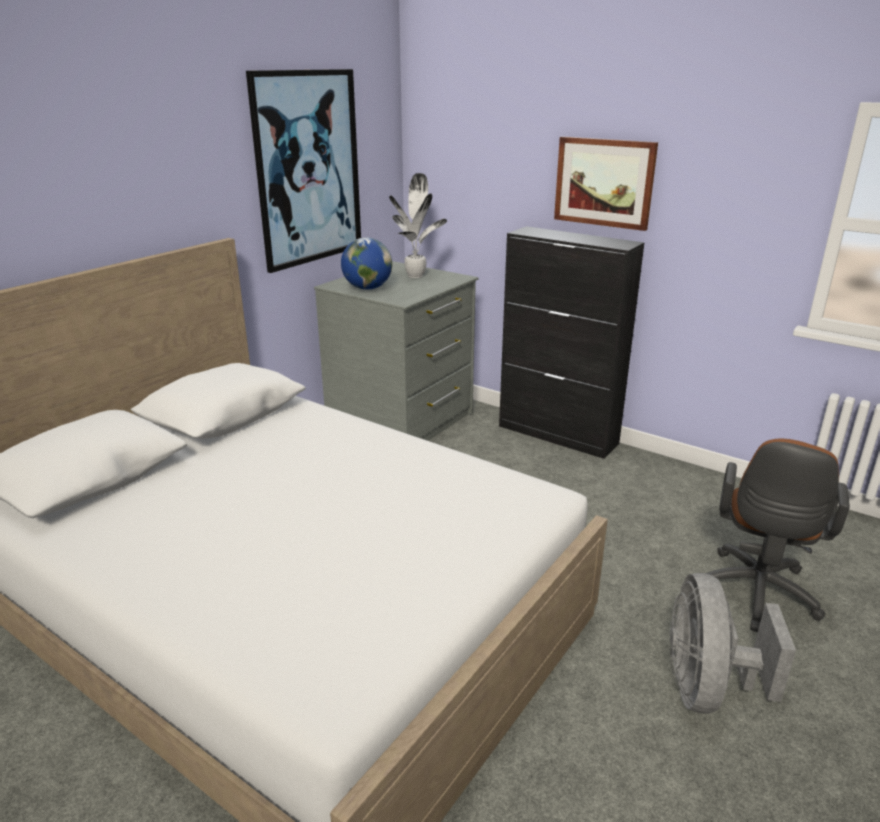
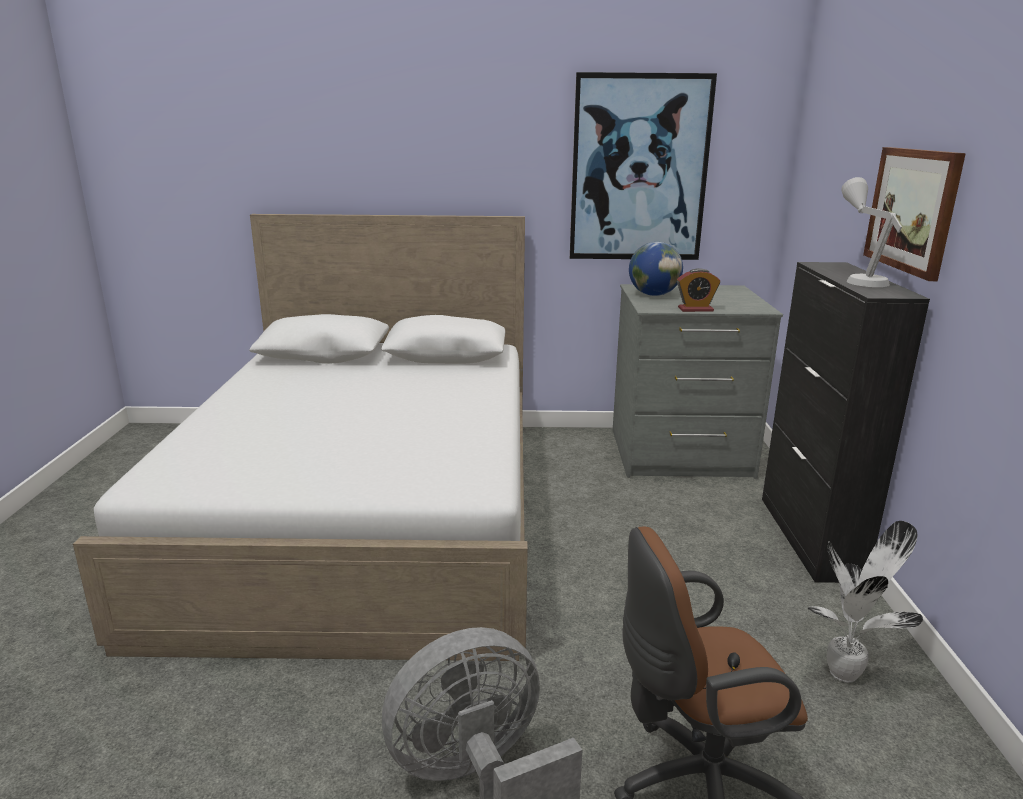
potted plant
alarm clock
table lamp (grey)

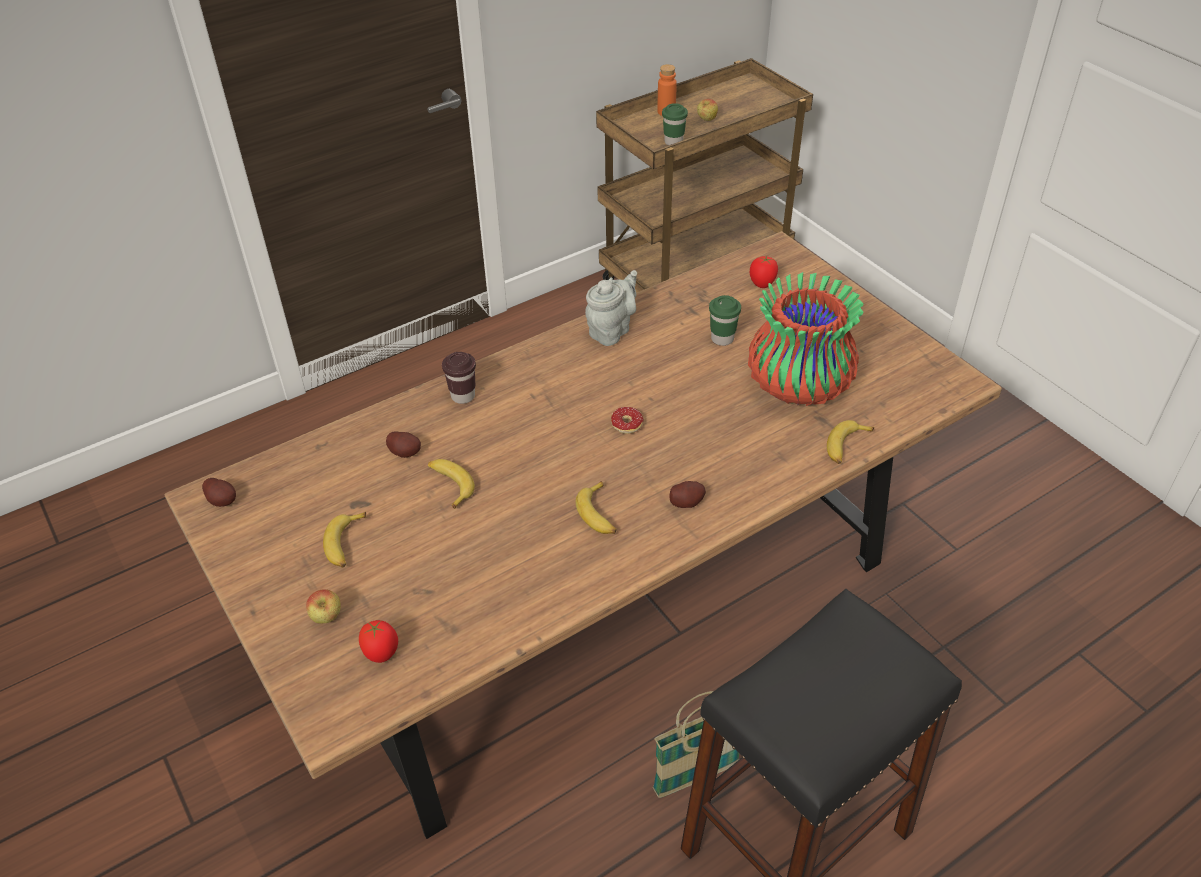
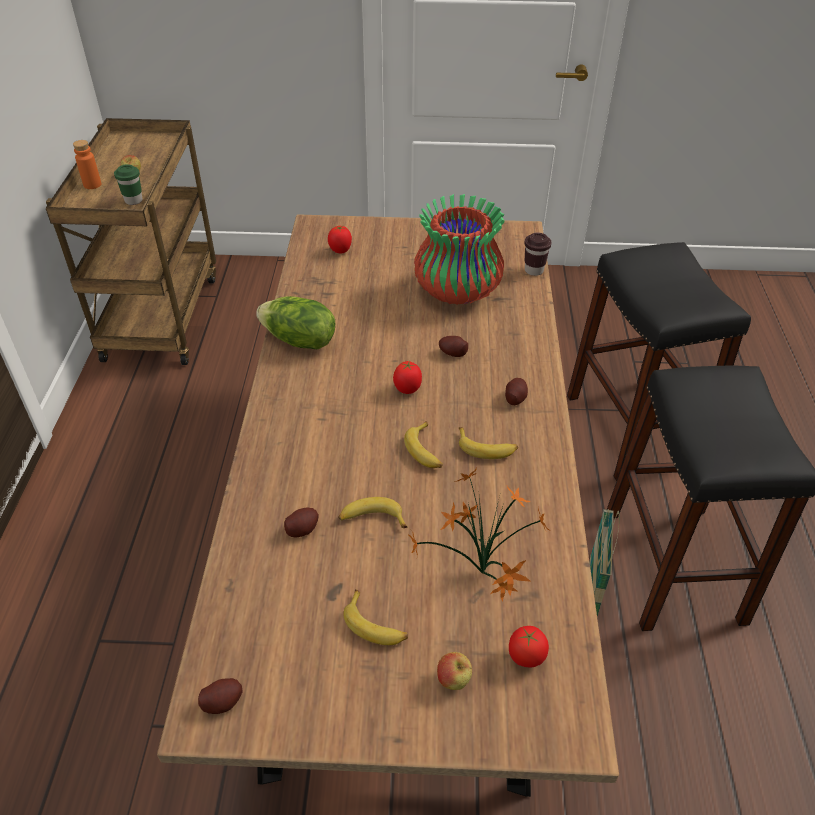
cup (brown)
lettuce
tomato (2nd from left)
cup (green) (2nd from left in the first image)
banana (3rd from left)
potted plant
potato (3rd from left)
stool (black) (1st from left)

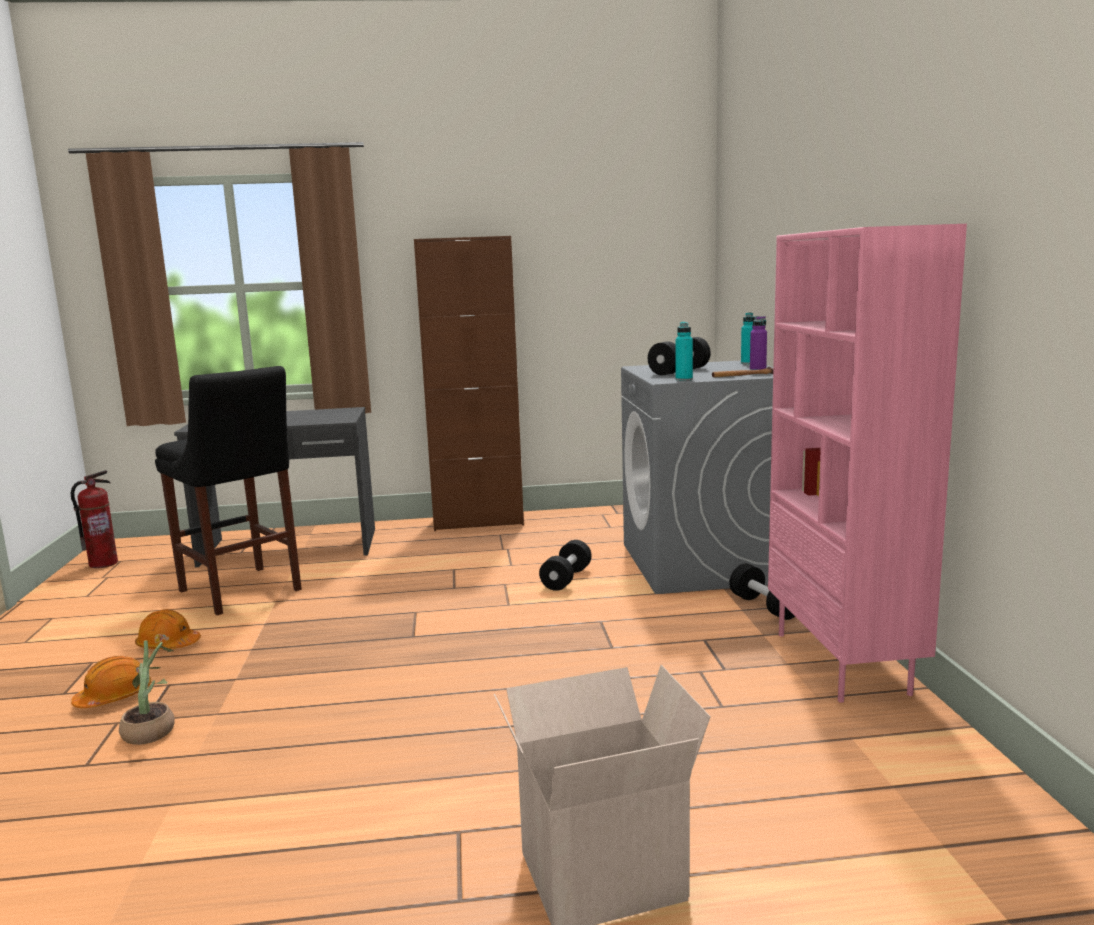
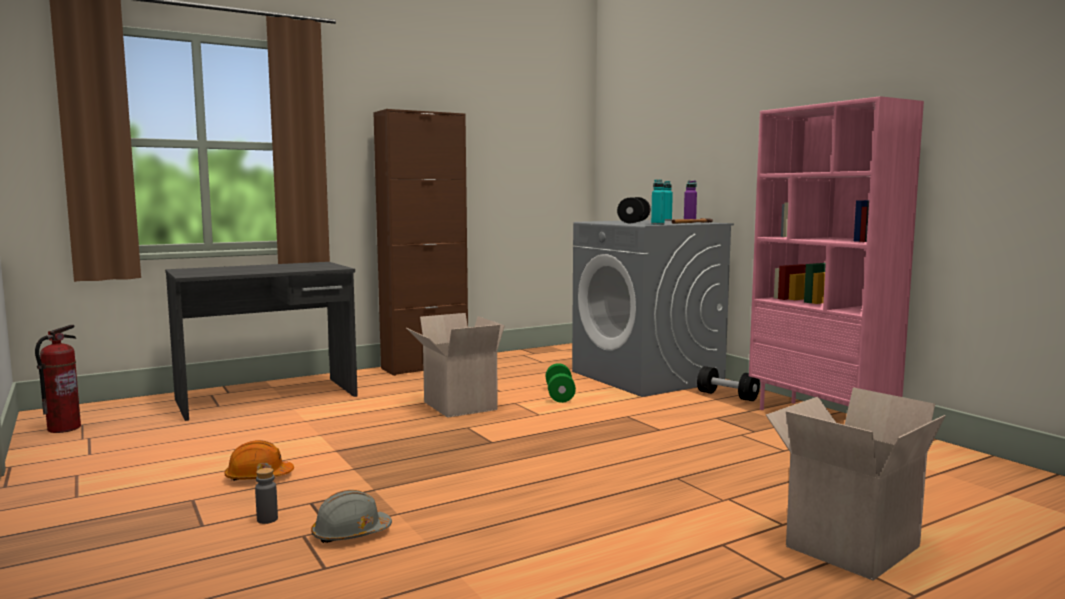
bottle (grey)
hard hat (grey)
stool (black)
dumbbell (green)
cardboard box (1st from left)

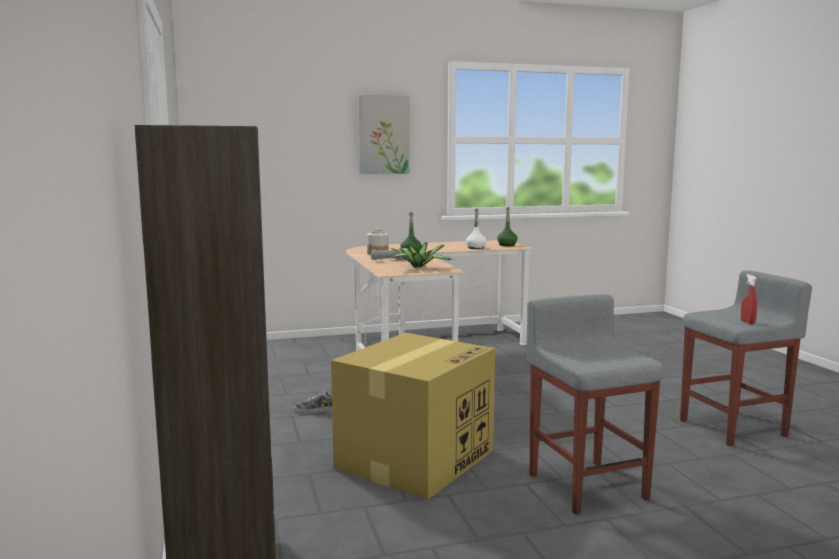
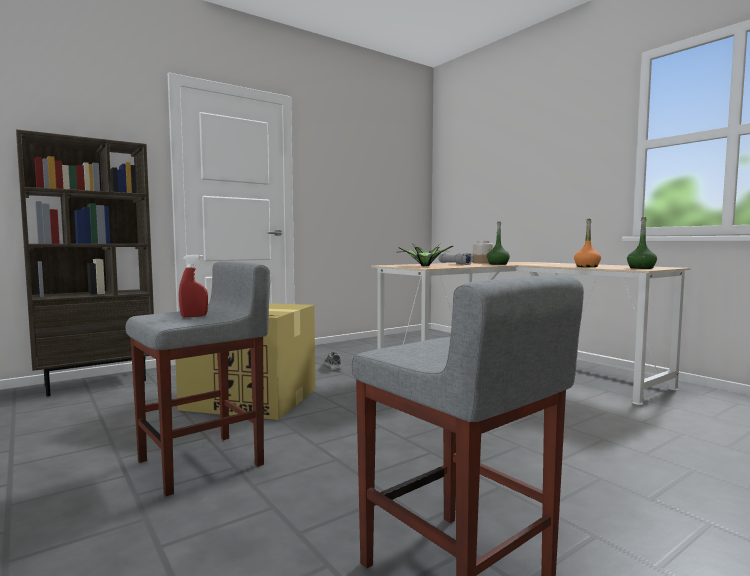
picture
bottle (orange)
spray bottle (red)

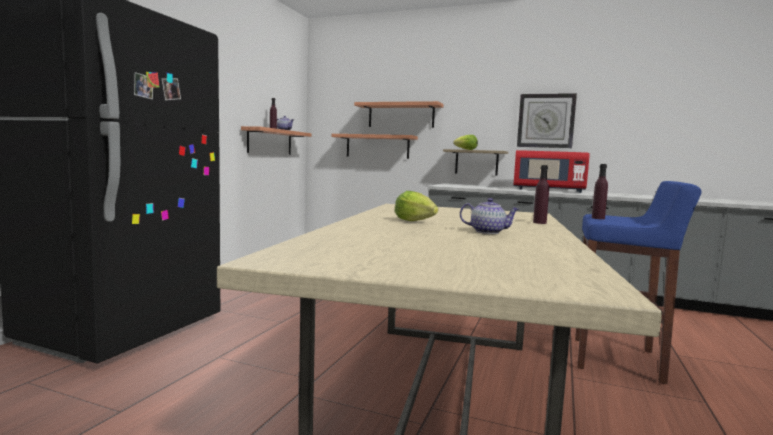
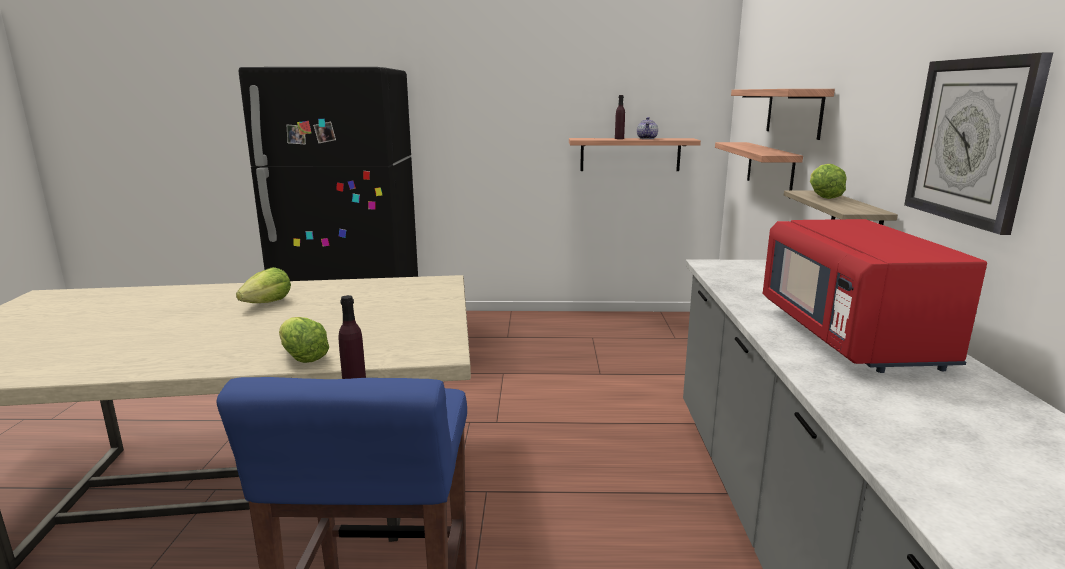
teapot (2nd from left in the first image)
lettuce (2nd from left)

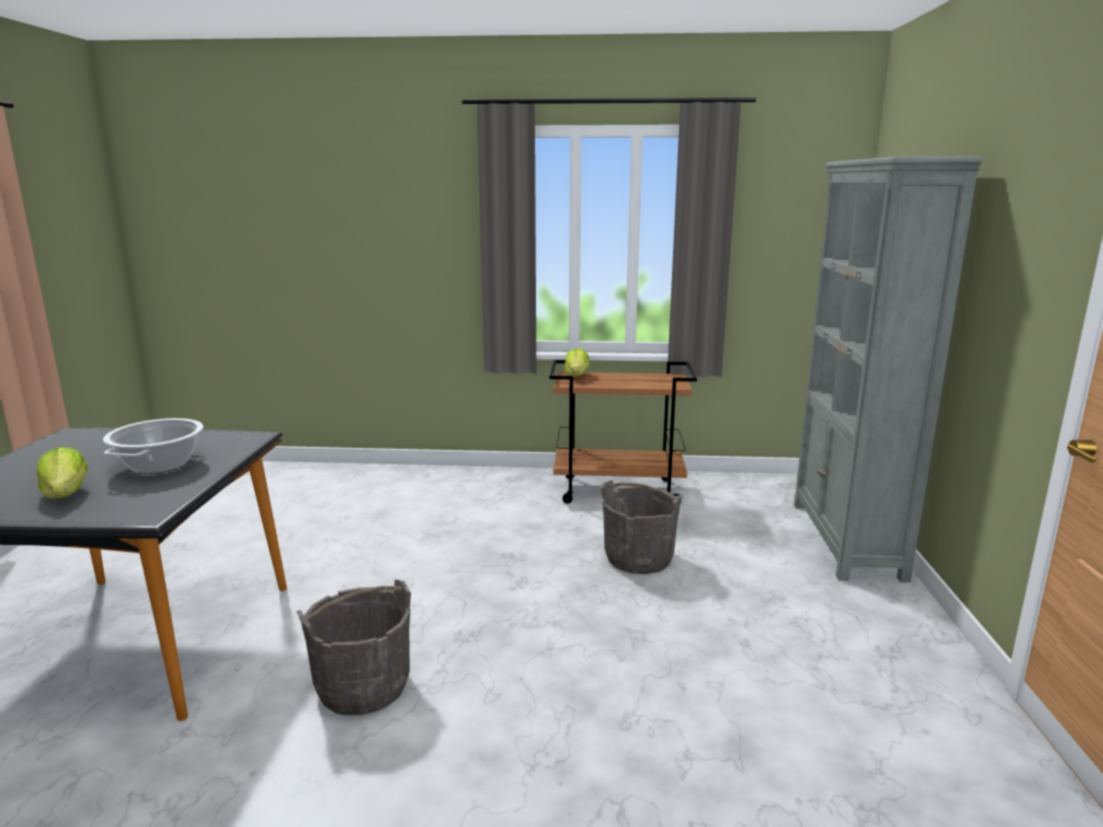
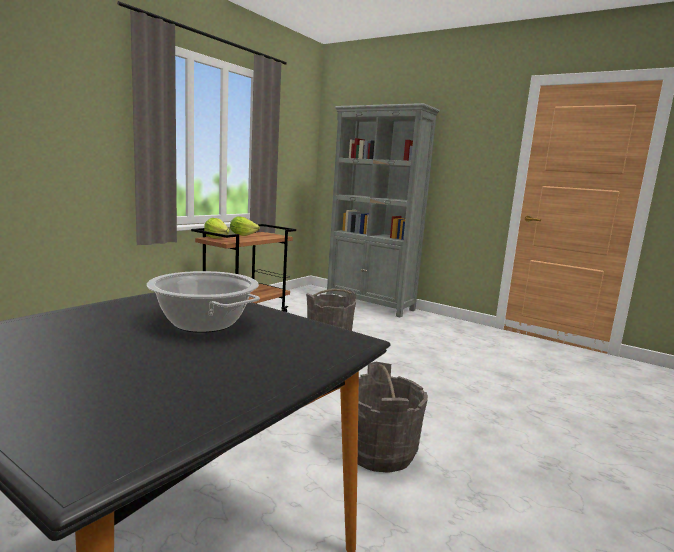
lettuce (2nd from left)

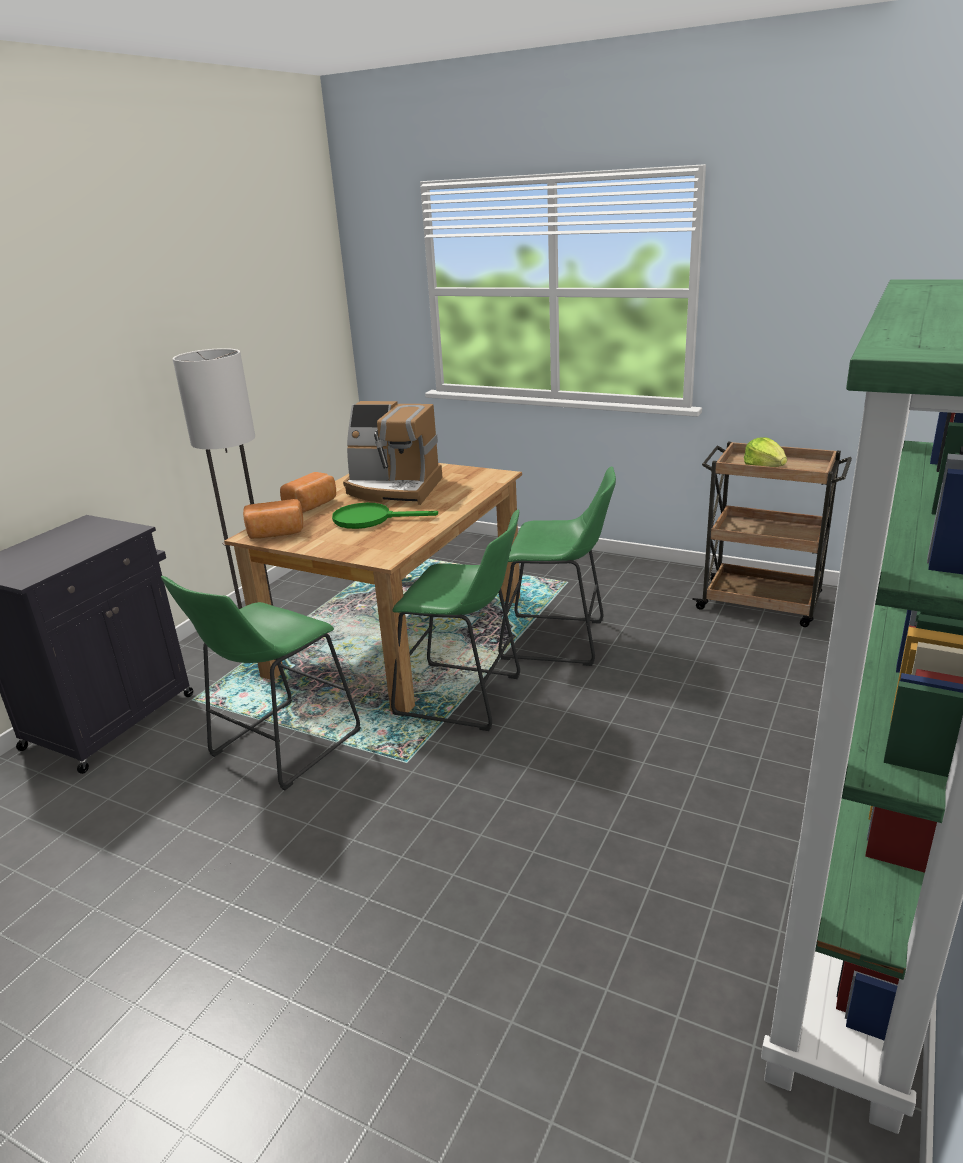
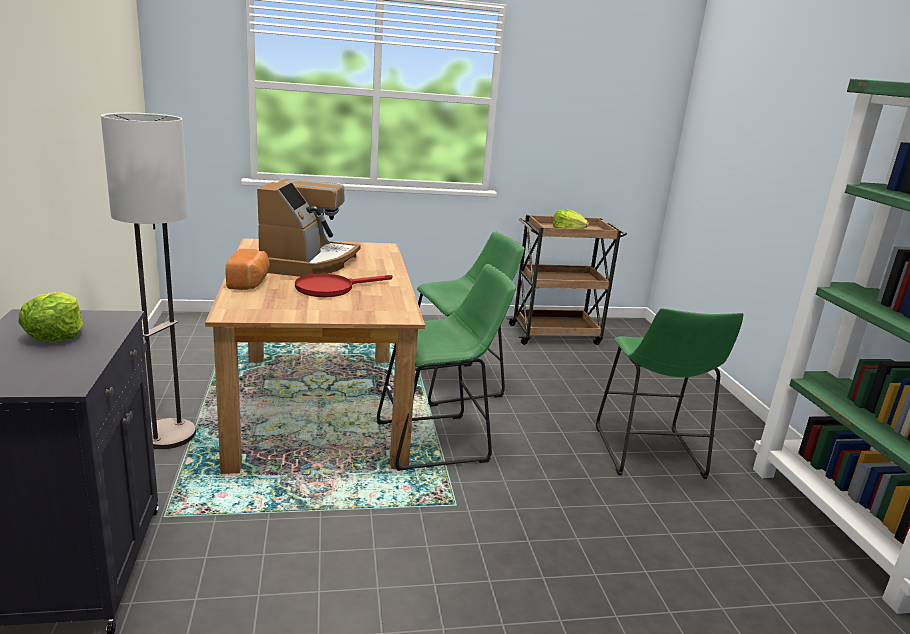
stool (green) (3rd from left)
bread (1st from left in the first image)
frying pan (red)
coffee machine
lettuce (1st from left)

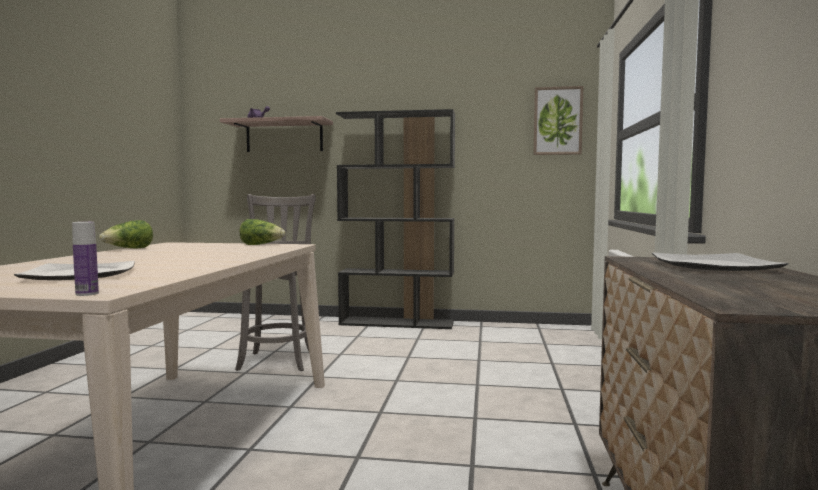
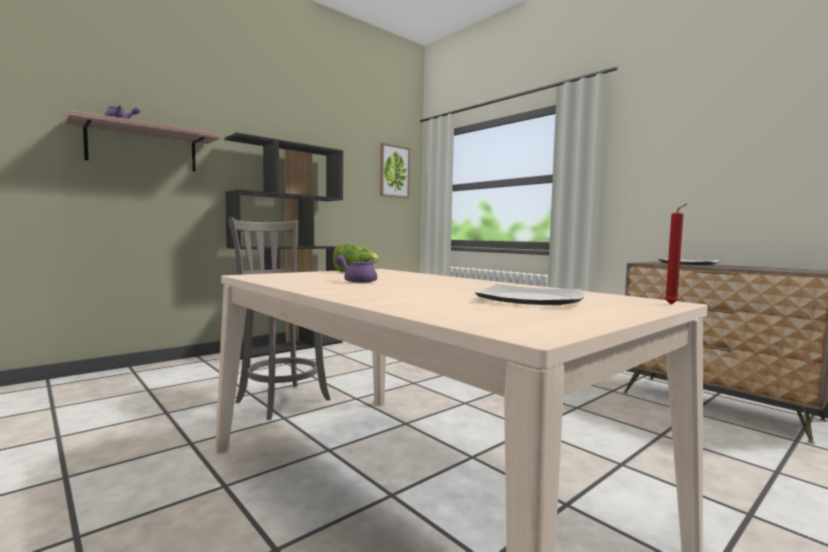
candle (red)
lettuce (1st from left in the first image)
teapot (purple) (2nd from left)

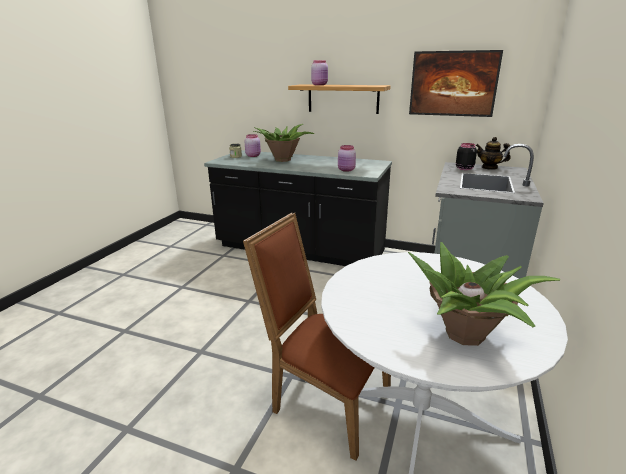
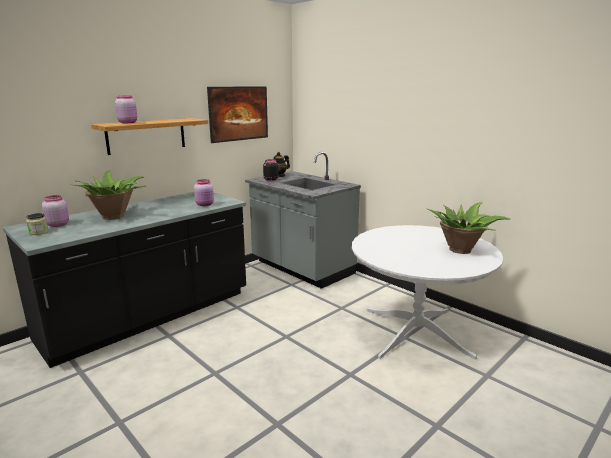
chair (brown)

